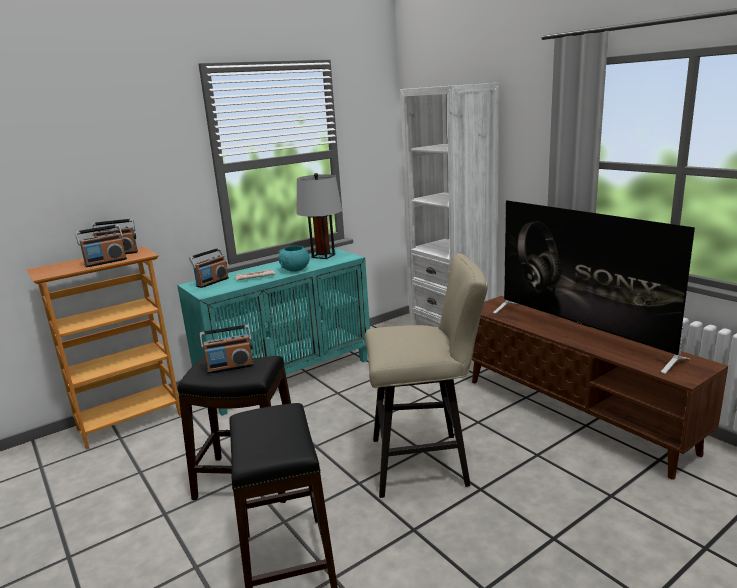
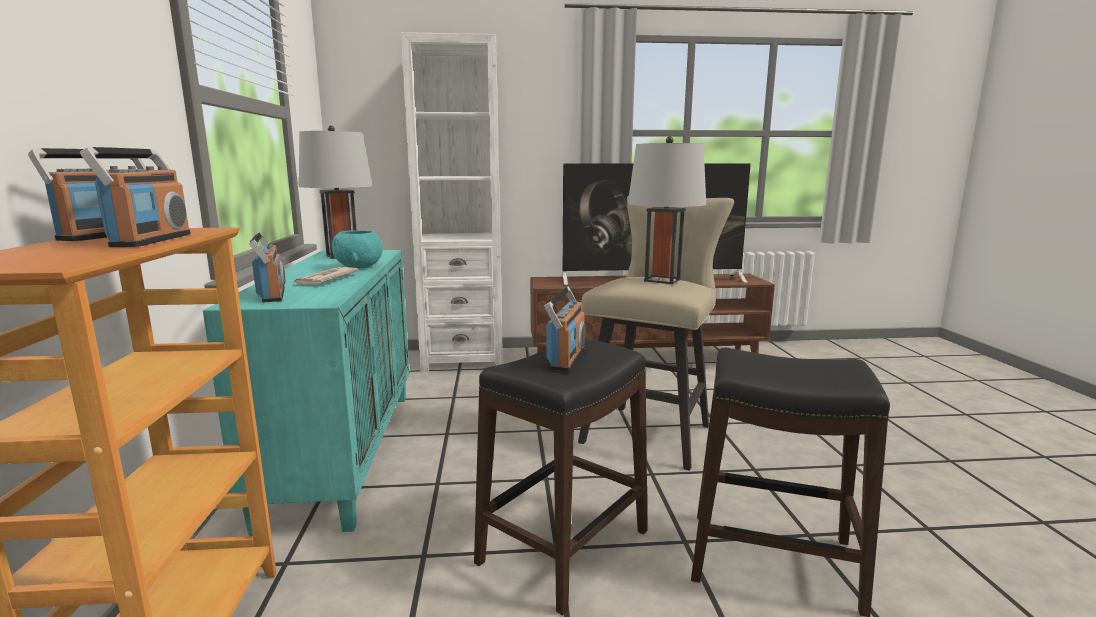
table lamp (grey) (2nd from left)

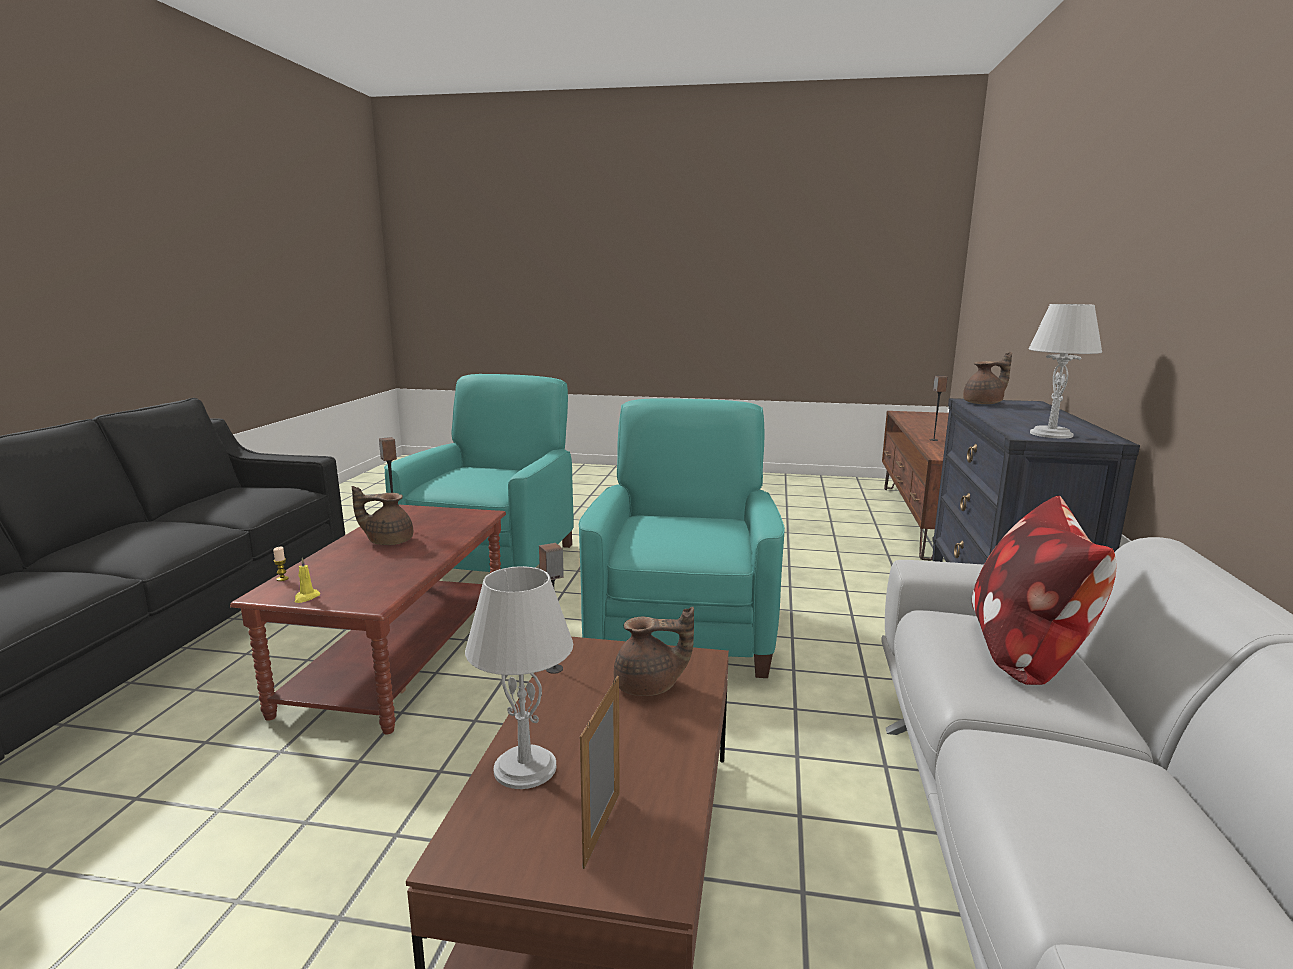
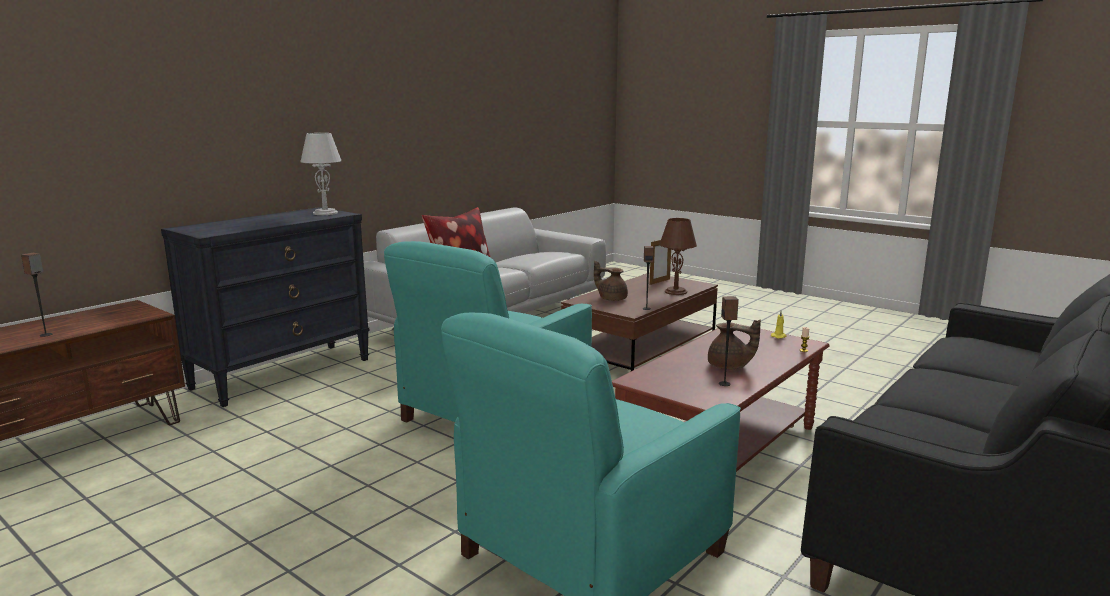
table lamp (brown)
teapot (brown) (3rd from left in the first image)

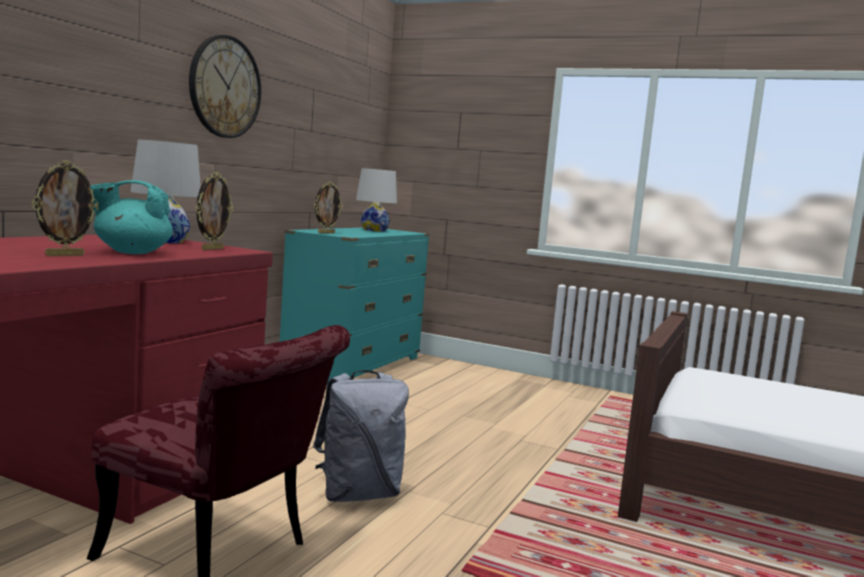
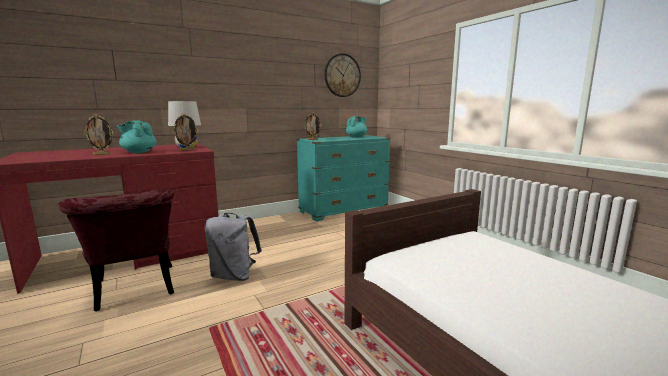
wall clock
teapot (turquoise) (2nd from left)

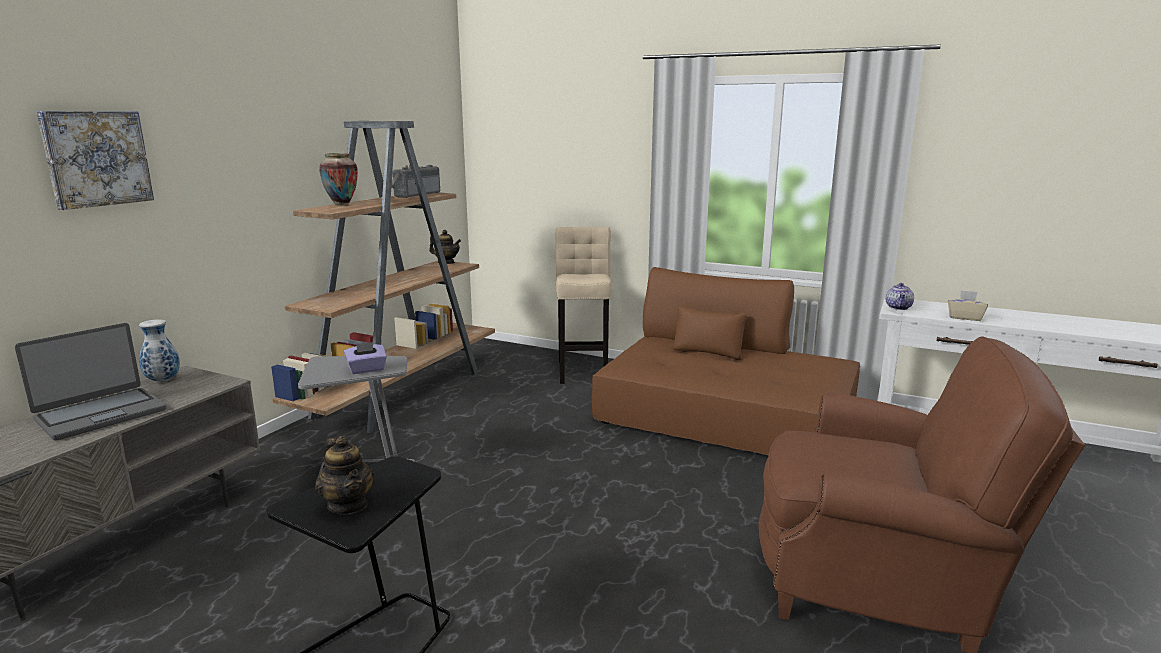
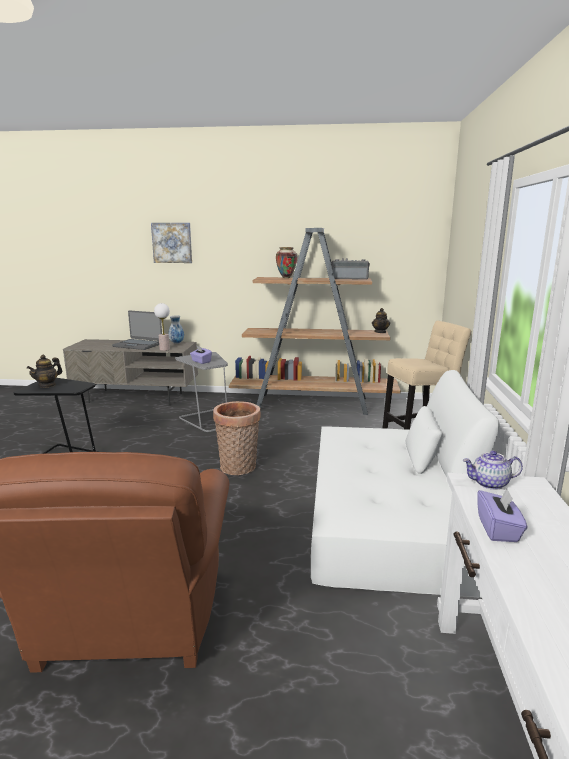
sofa (white)
tissue box (purple) (2nd from left)
table lamp
basket

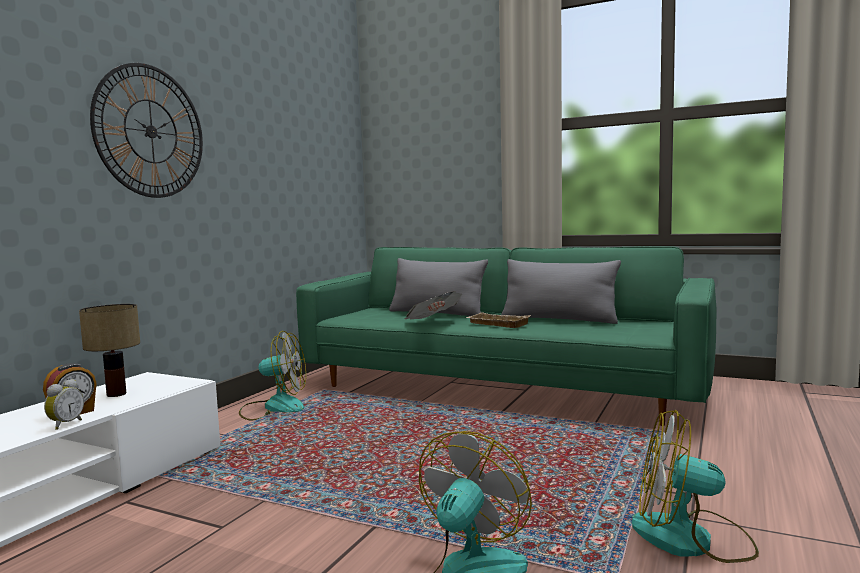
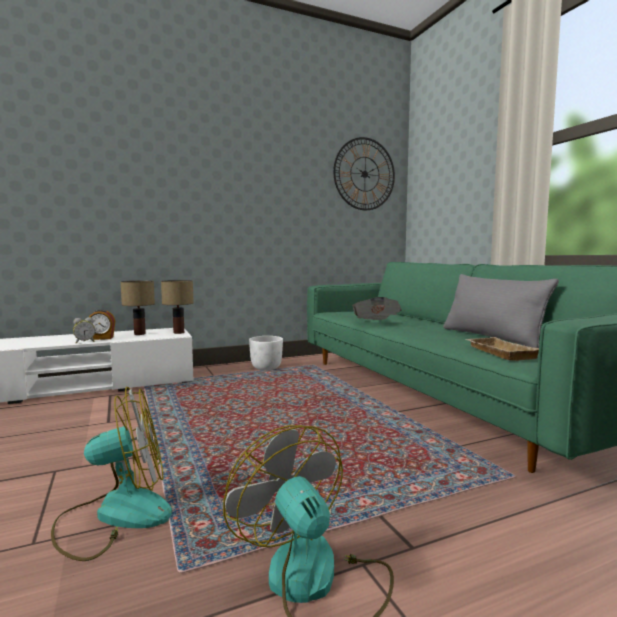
wall clock
planter (white)
pillow (grey) (1st from left in the first image)
tray (beige)
table lamp (2nd from left)

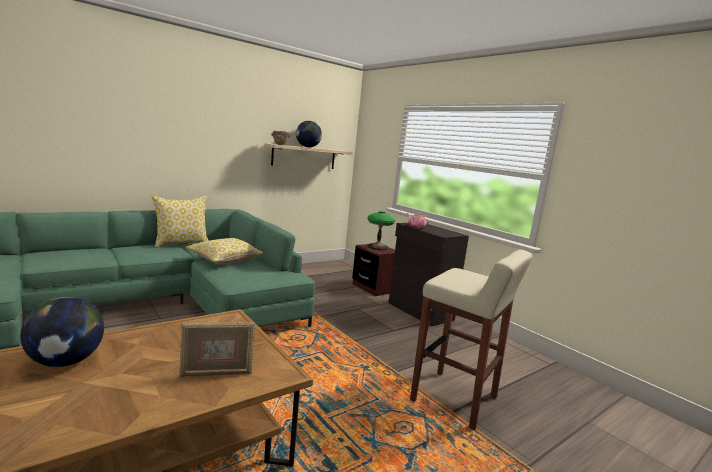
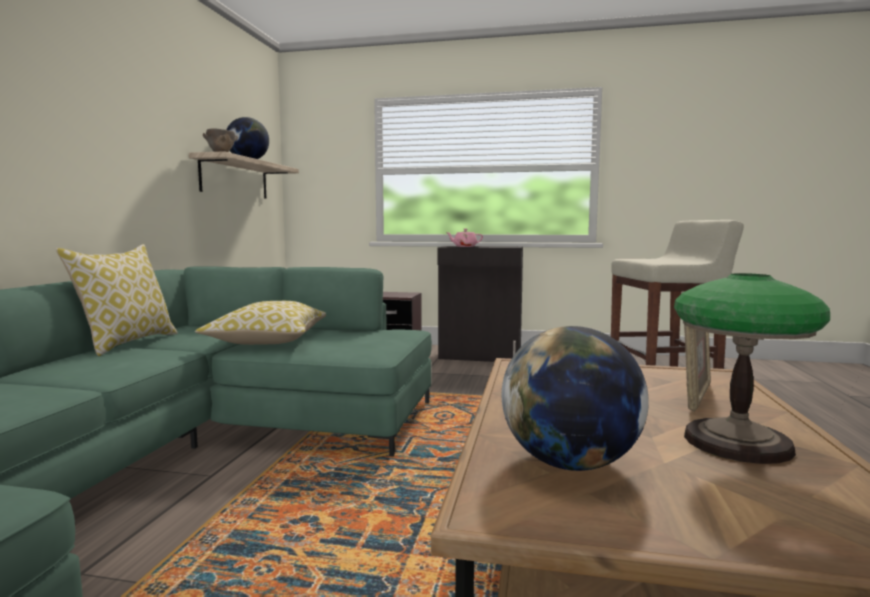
table lamp

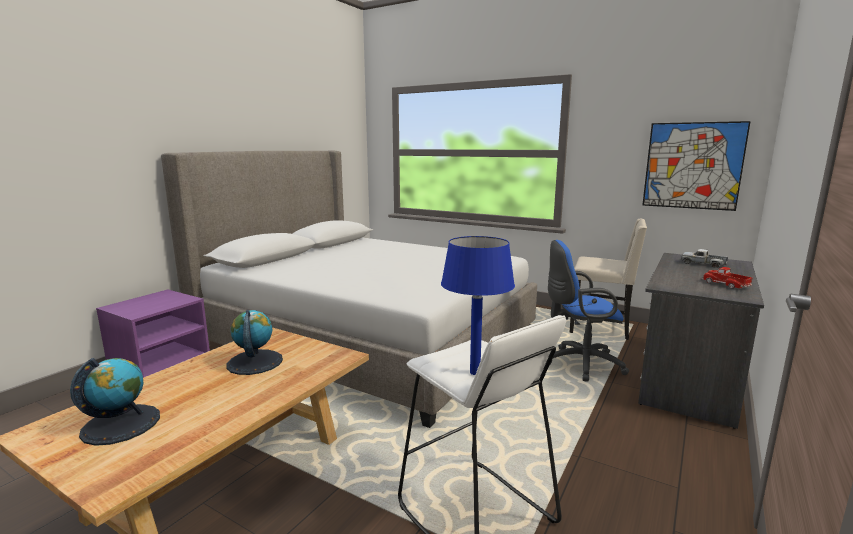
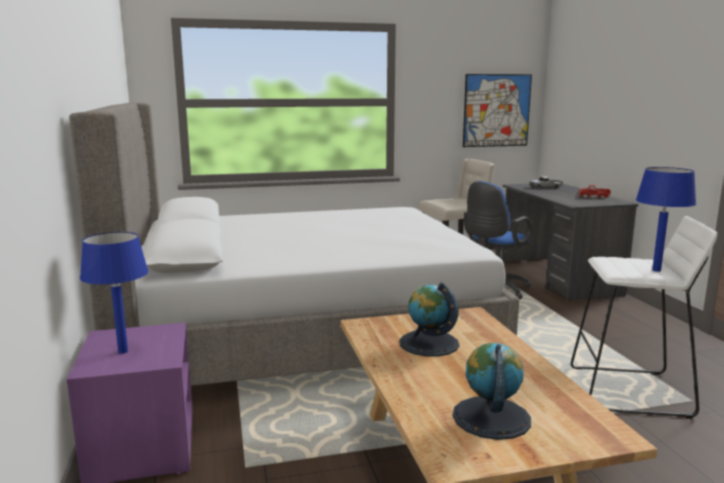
table lamp (blue) (1st from left)

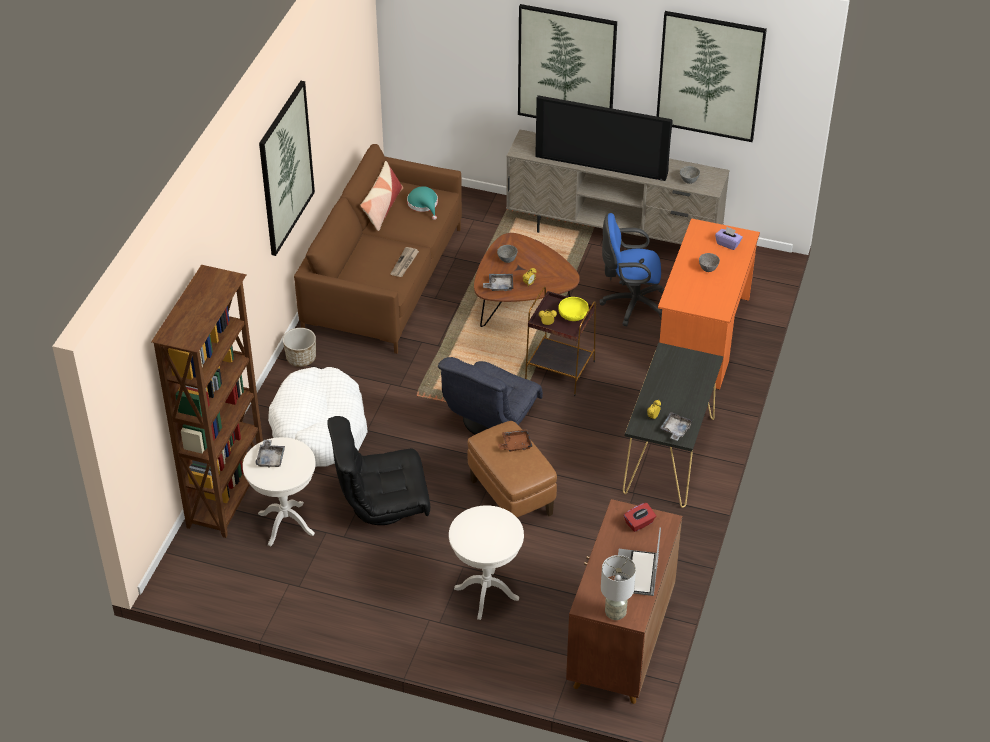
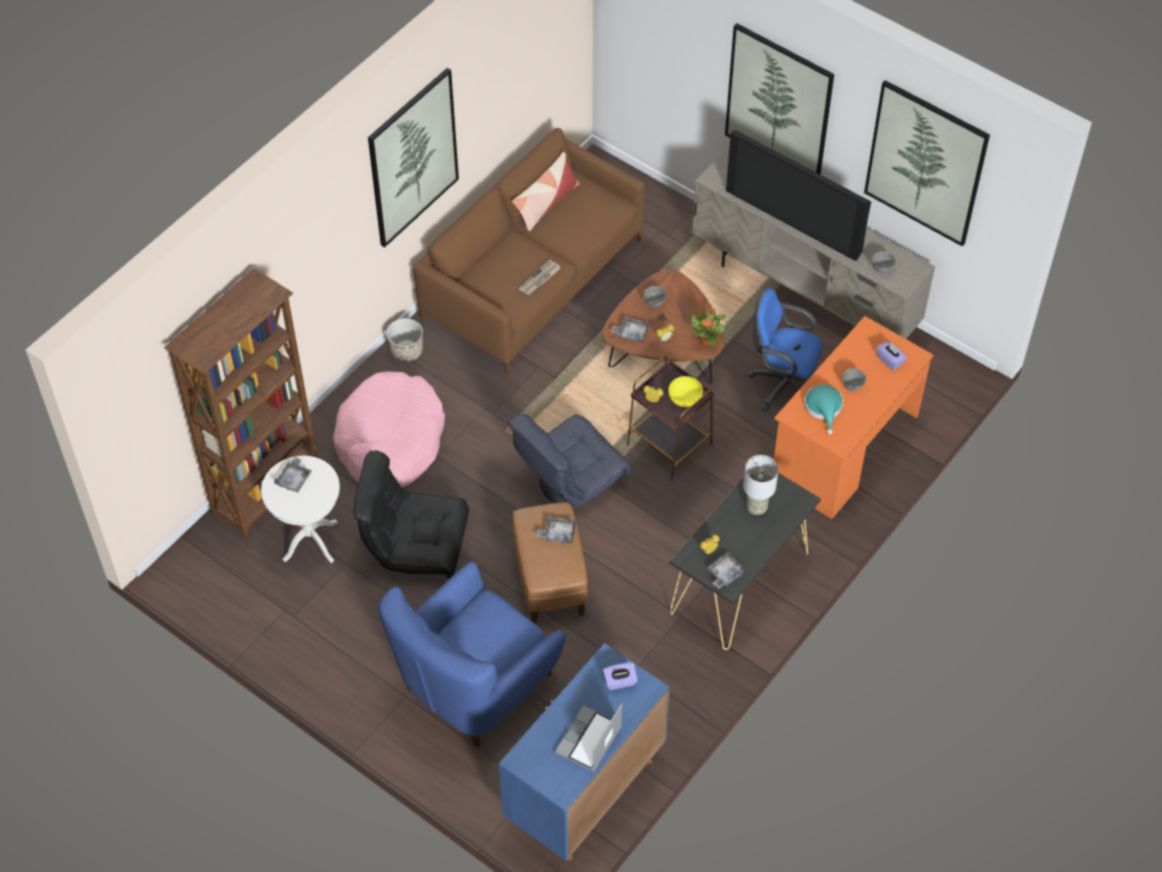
dog bed (pink)
hat (turquoise)
armchair (blue)
tray (grey) (2nd from left)
cabinet (blue)
table lamp (grey)
tissue box (purple) (1st from left)
potted plant

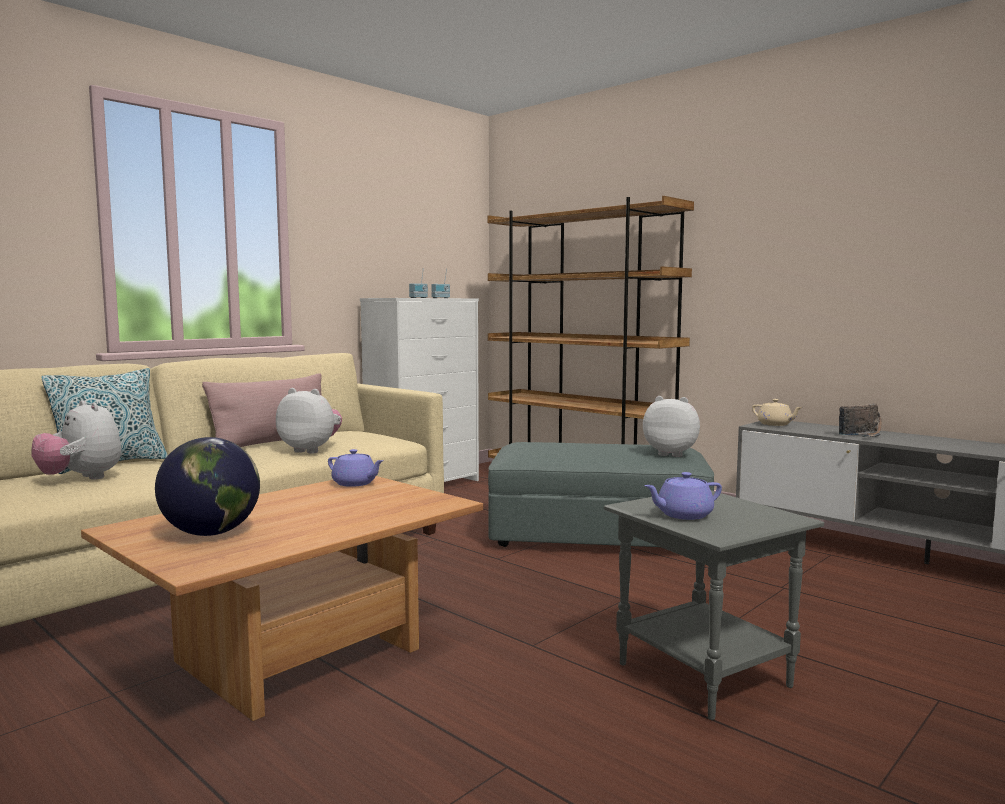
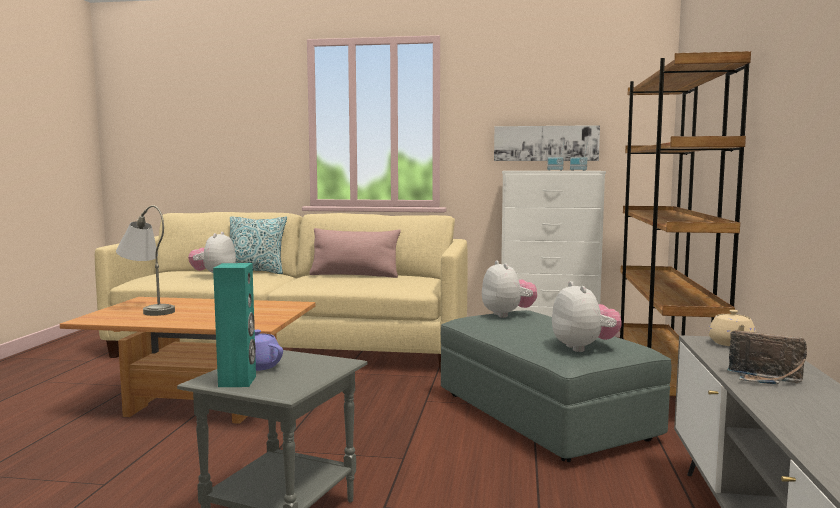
table lamp (grey)
plush toy (2nd from left)
teapot (purple) (1st from left in the first image)
speaker (turquoise)
picture

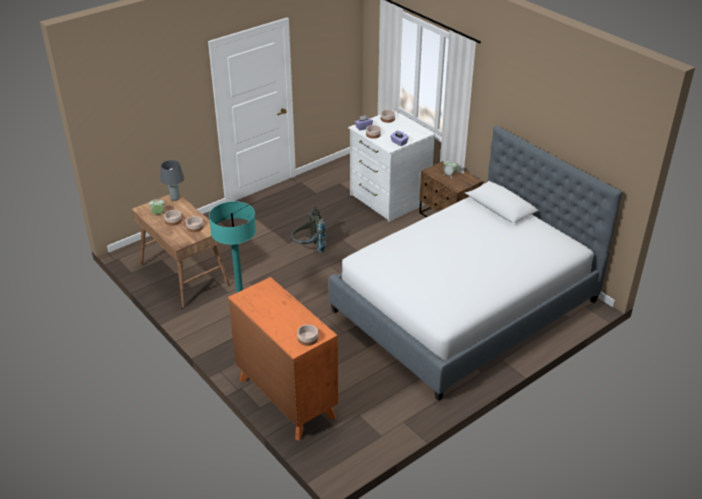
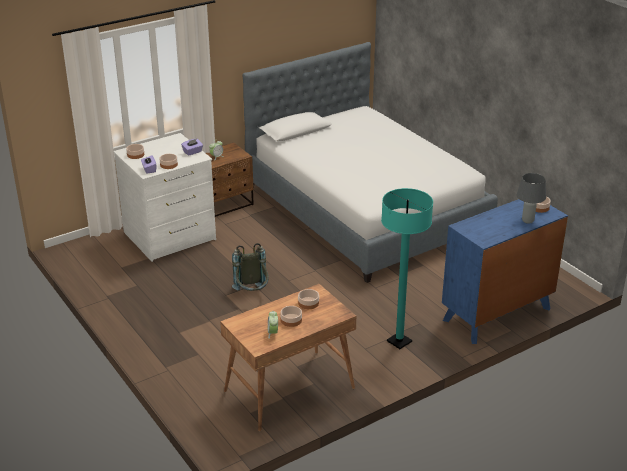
table lamp (grey)
dresser (blue)

